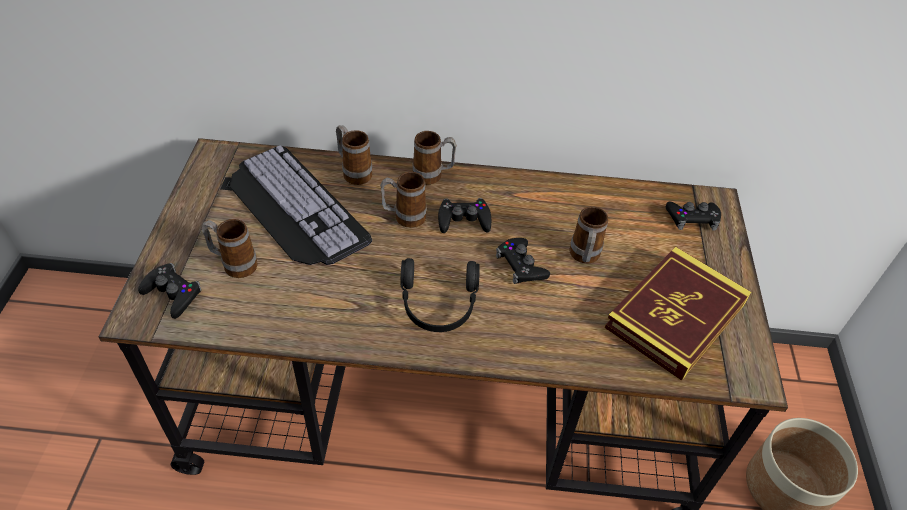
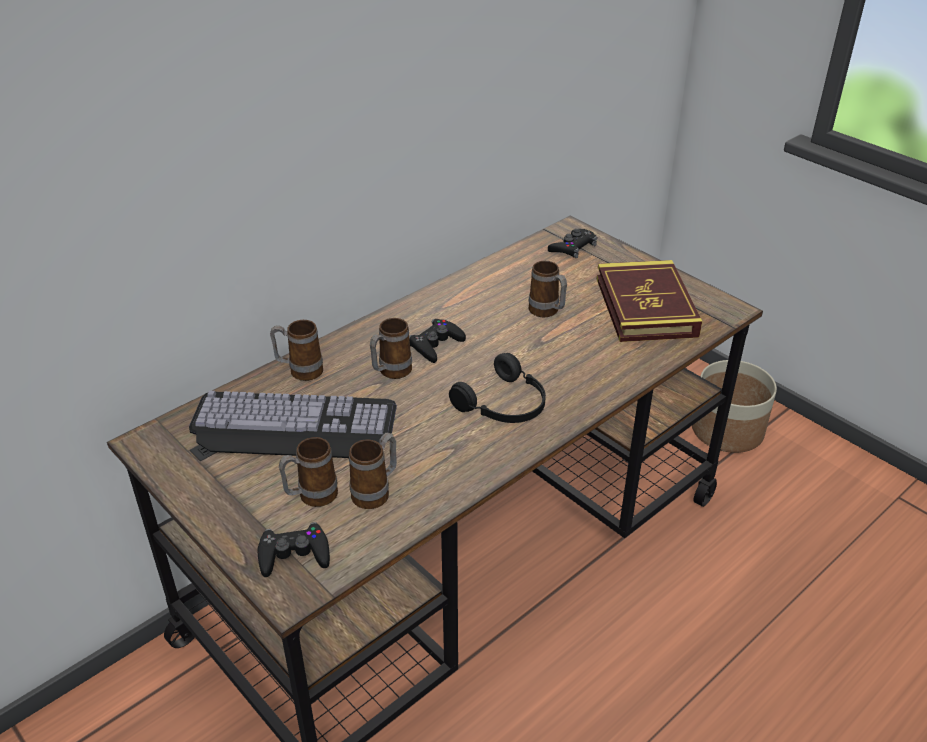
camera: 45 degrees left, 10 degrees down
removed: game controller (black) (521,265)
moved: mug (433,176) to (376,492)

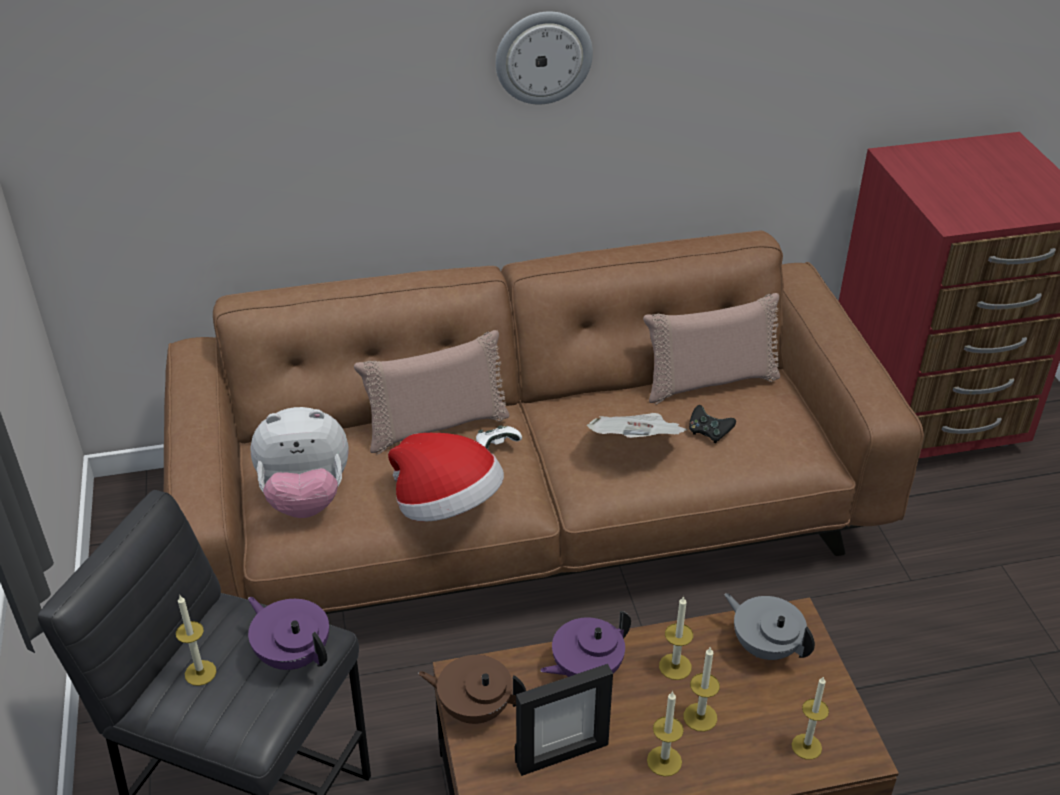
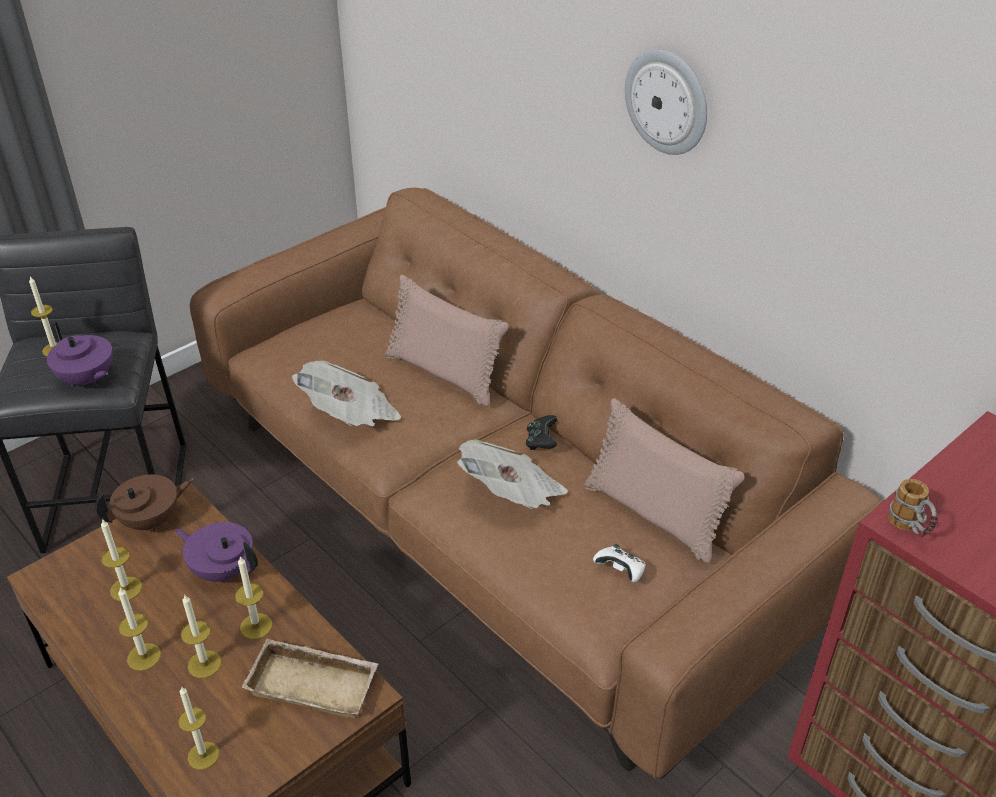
camera: 60 degrees right, 0 degrees up
removed: plush toy (305,498)
added: mug (910,530)
moved: game controller (black) (708,432) to (541,442); game controller (white) (497,446) to (621,571)
replaced: picture frame (562,753) to candle (126,589); teapot (grey) (765,646) to tray (beige) (315,682); hat (447,506) to newspaper (350,415)
turned: teapot (purple) (293,654) = (87,380) 120 degrees clockwise; teapot (brown) (474,708) = (151,521) 75 degrees clockwise

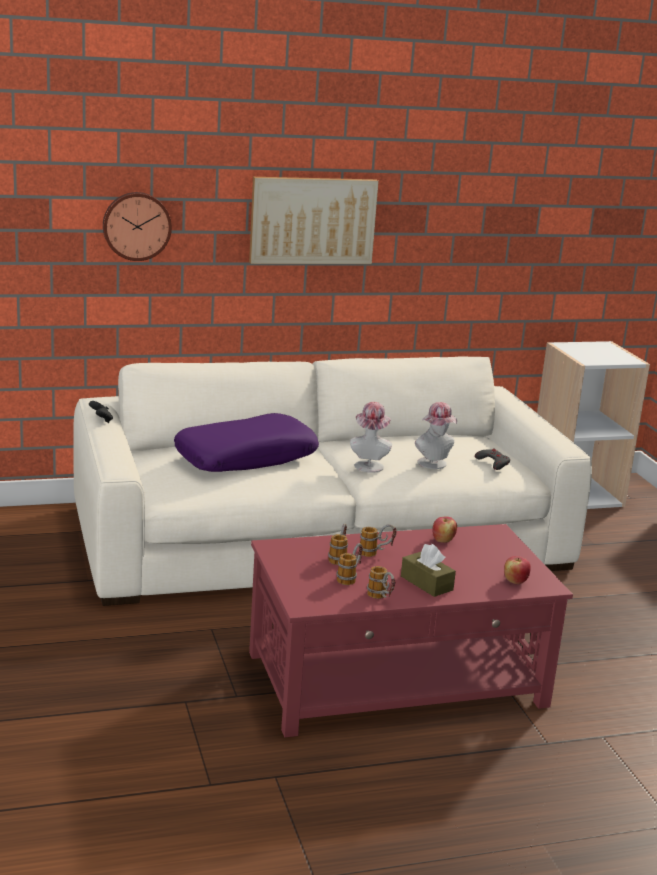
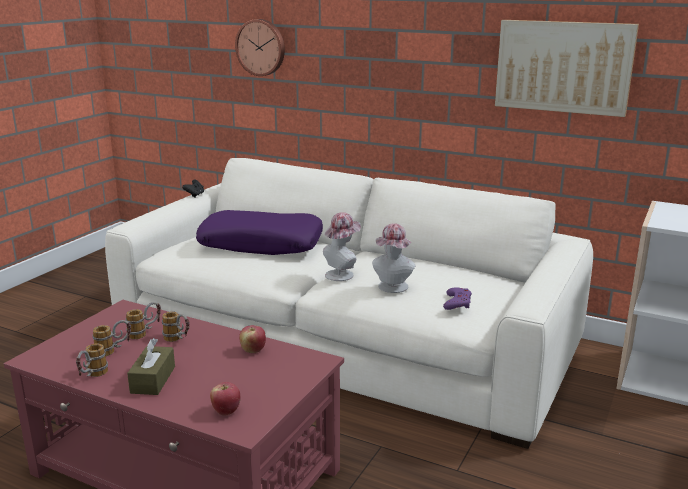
camera: 45 degrees right, 0 degrees up
moved: picture (312,220) to (563,66)
recoloured: game controller (grey) (493,462) to game controller (purple) (457,302)

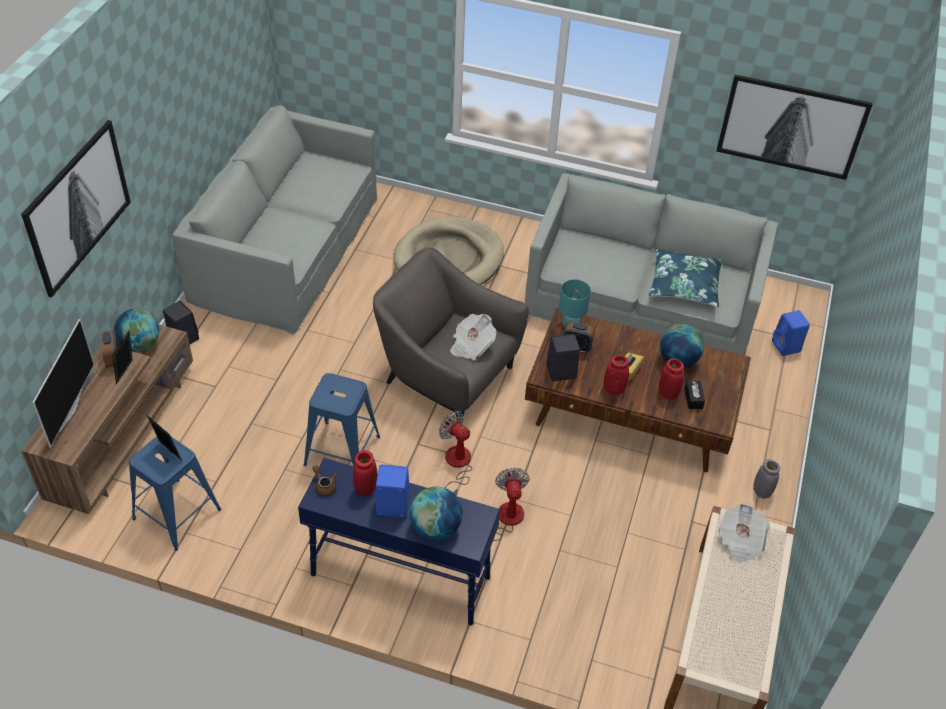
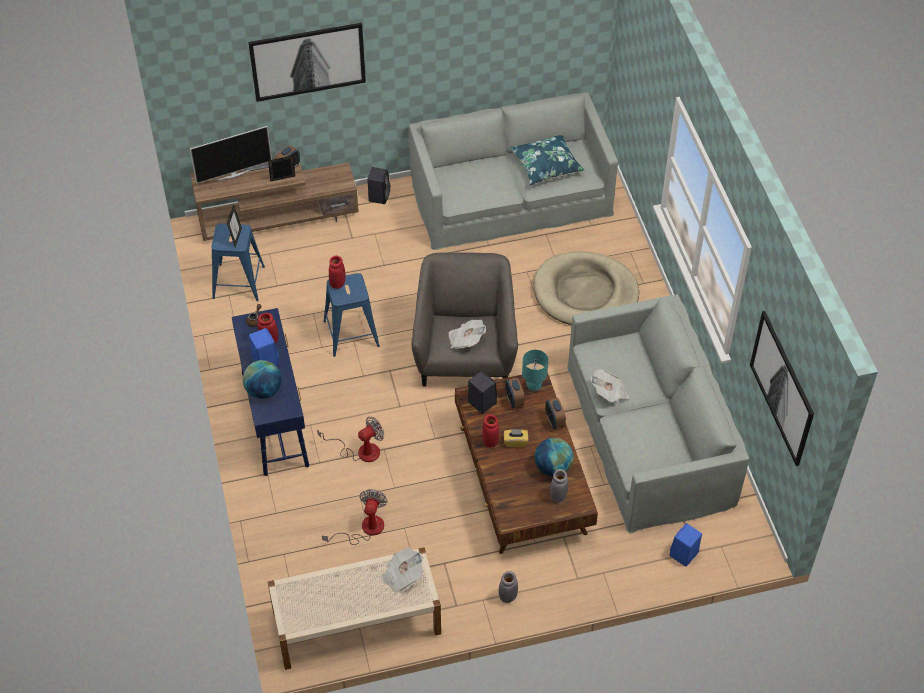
camera: 60 degrees right, 5 degrees up
removed: globe (140,345); tissue box (black) (693,398)
added: alarm clock (554,421); vase (grey) (558,496); newspaper (609,393)
moved: fan (456,465) to (364,529); vase (red) (668,393) to (337,283); pillow (blue) (684,285) to (546,165)

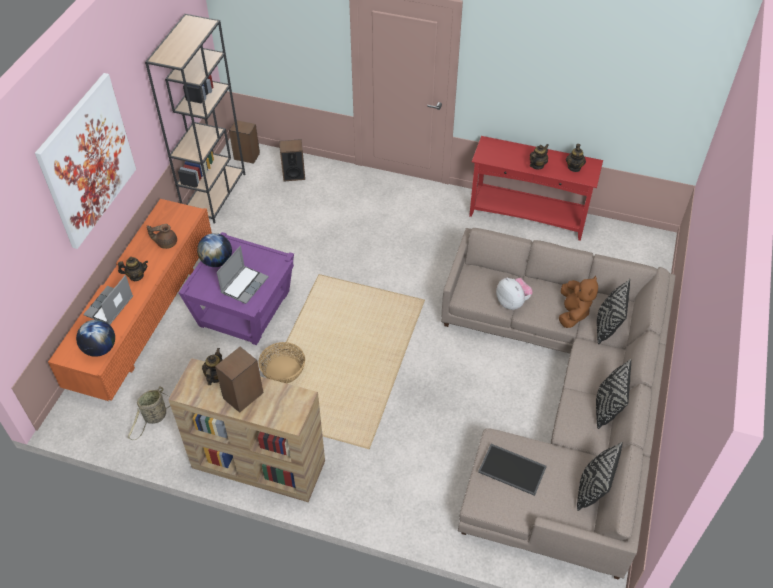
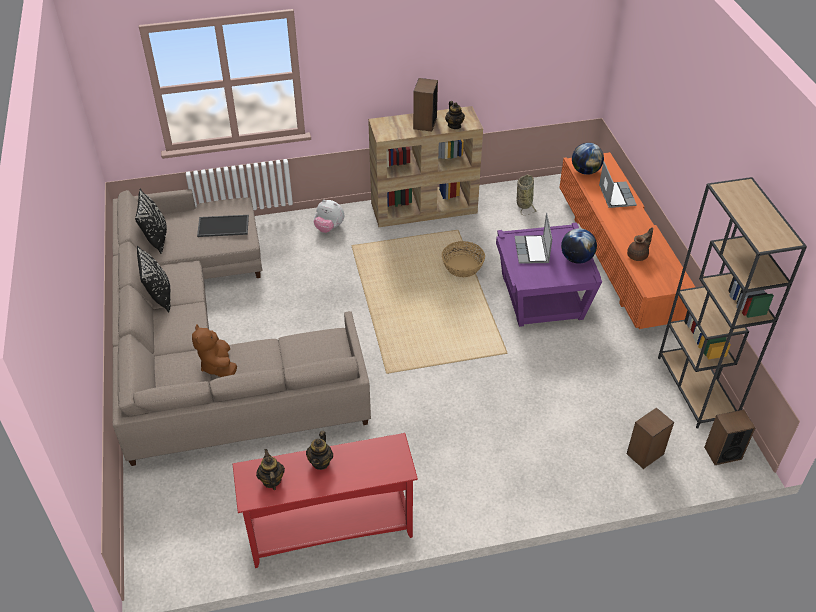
camera: 150 degrees right, 5 degrees down
removed: picture (87,161); teapot (136,276); pillow (black) (607,326)
moved: plush toy (512,302) to (329,228)

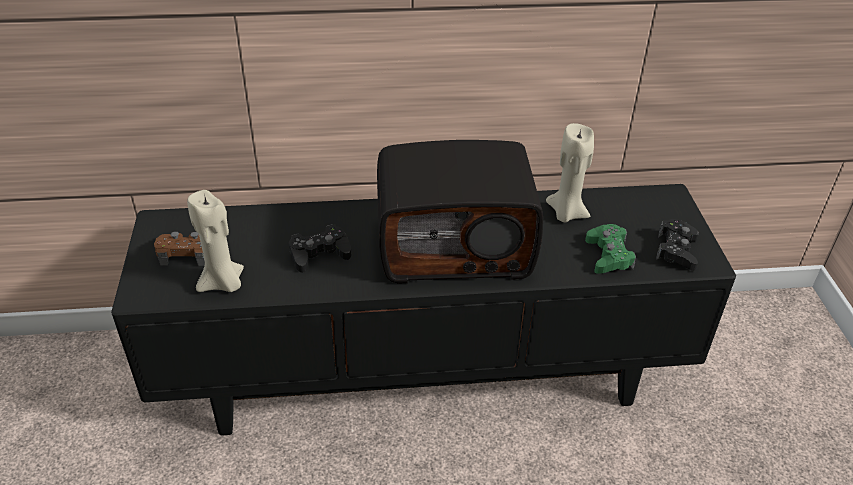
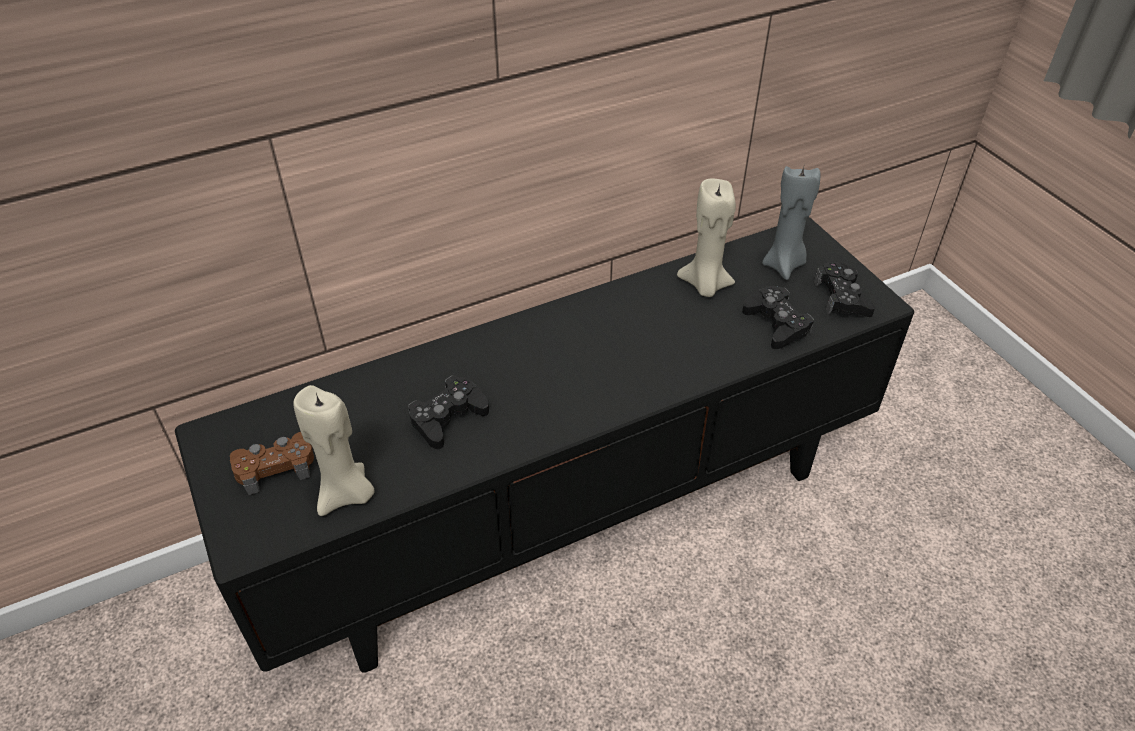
camera: 20 degrees left, 5 degrees up
removed: radio (455,245)
added: candle (grey) (784,265)
recoloured: game controller (green) (608,255) to game controller (black) (776,324)

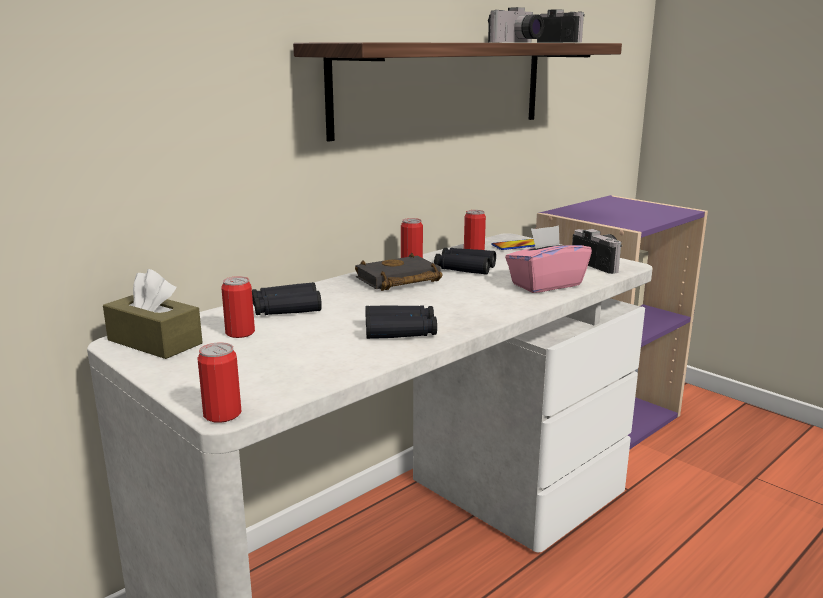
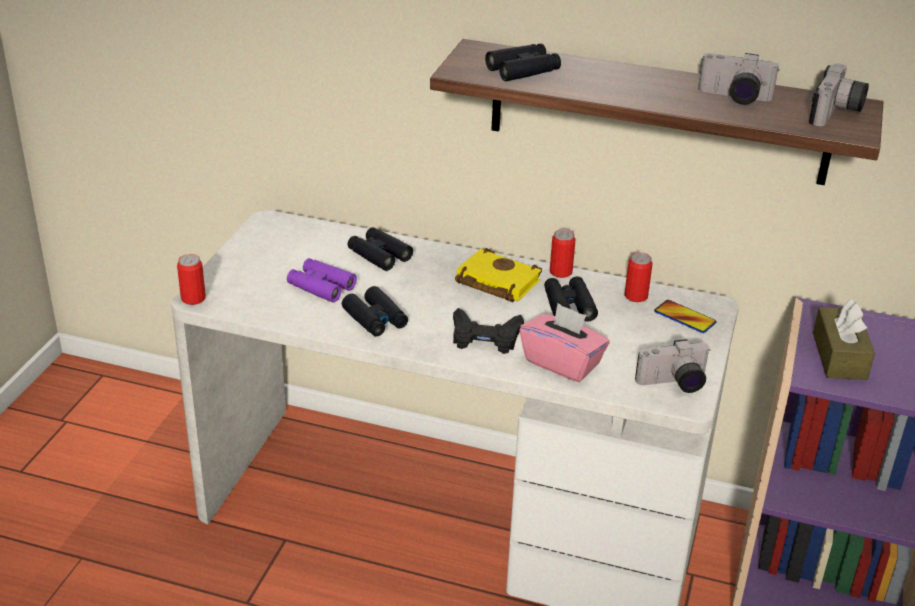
camera: 60 degrees right, 15 degrees up
removed: can (240,333)
added: binoculars (purple) (321,286); game controller (black) (485,337); binoculars (black) (523,70)
moved: tissue box (brown) (155,342) to (839,356)
recoloured: book (black) (397,280) to book (yellow) (494,282)
turned: photo camera (601,263) = (674,384) 45 degrees clockwise

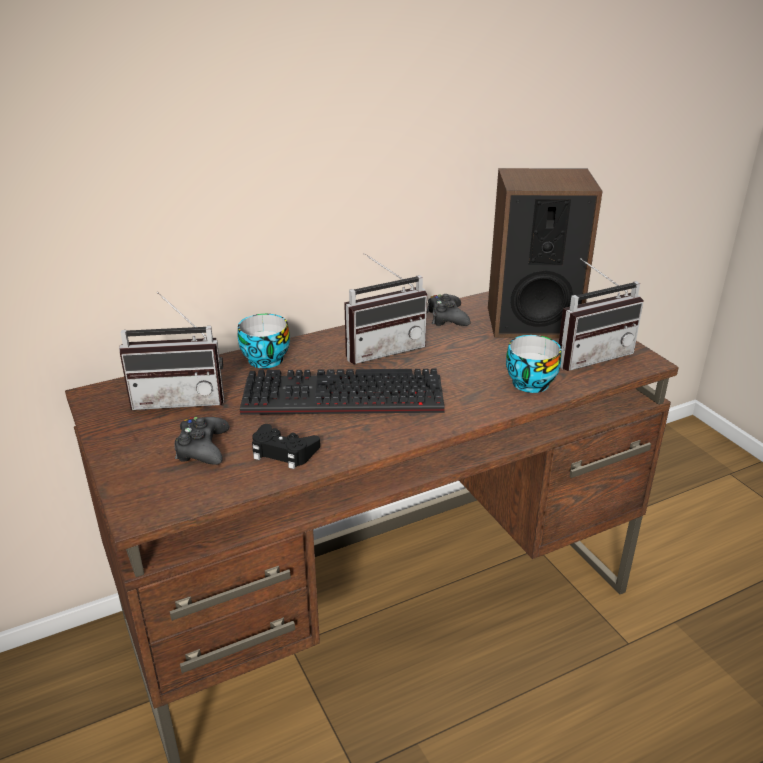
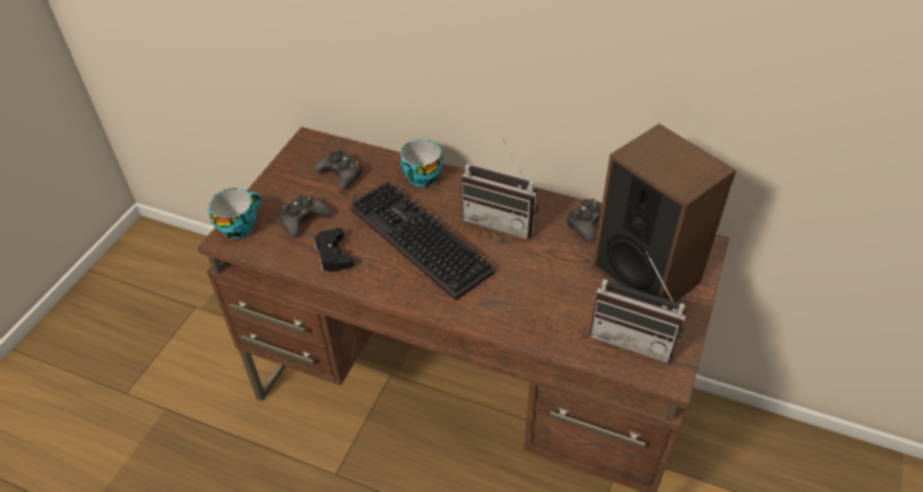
camera: 50 degrees right, 15 degrees up
moved: cup (528,381) to (239,226)
replaced: radio (180,398) to game controller (black) (341,174)

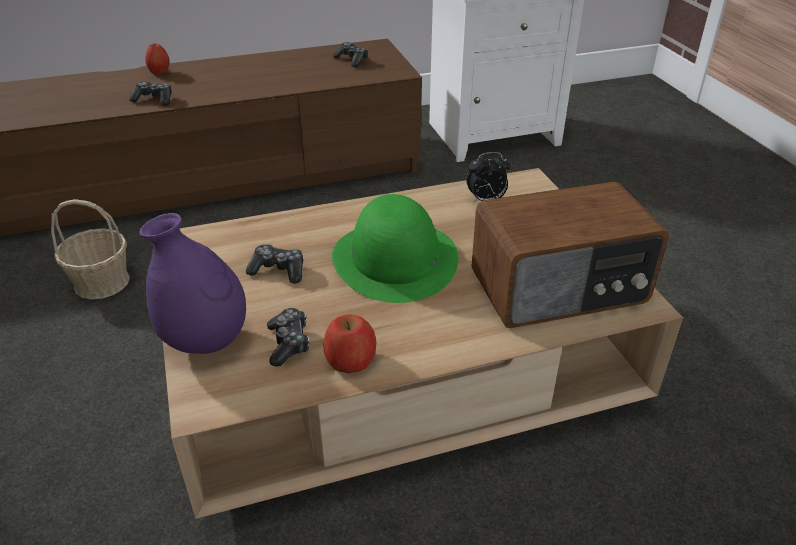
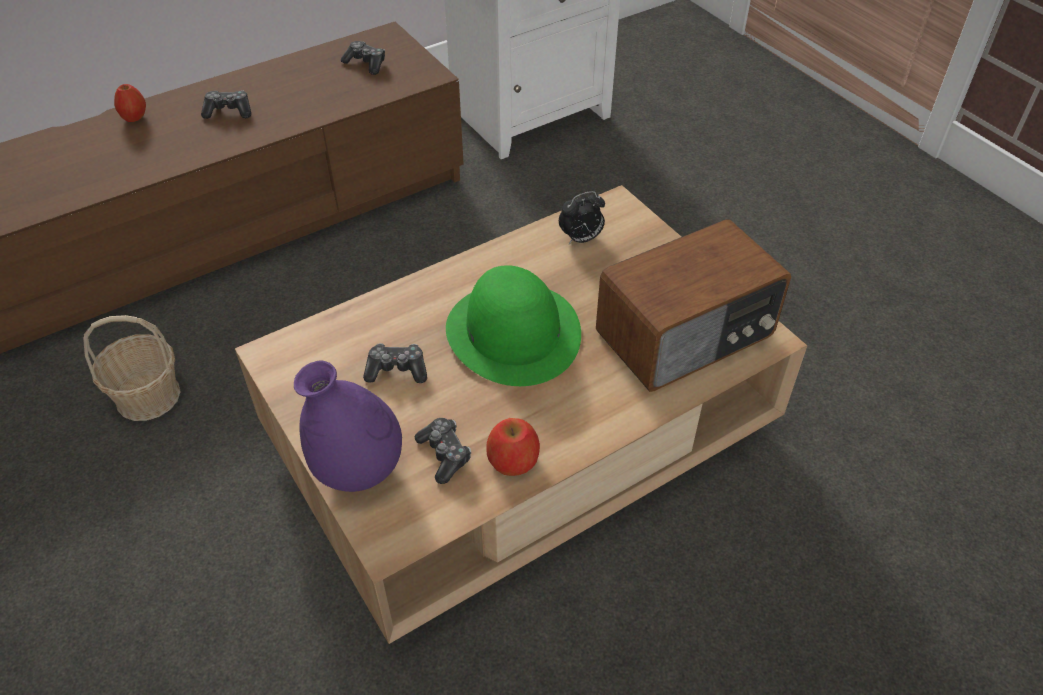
camera: 15 degrees left, 10 degrees up
moved: game controller (154,99) to (228,111)

